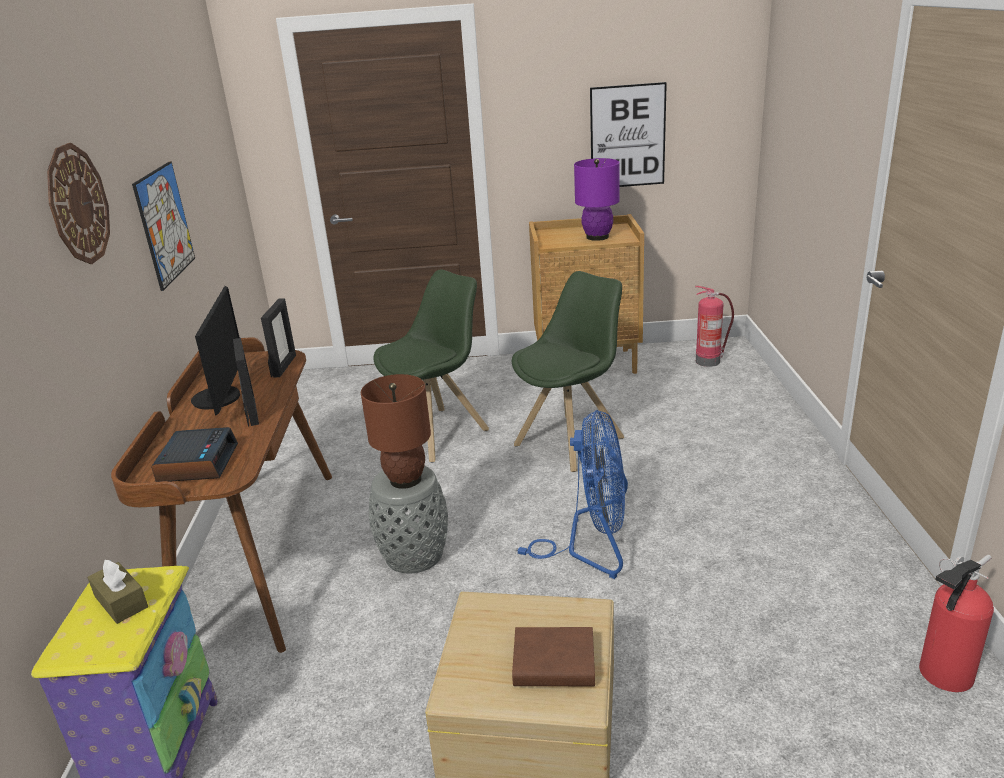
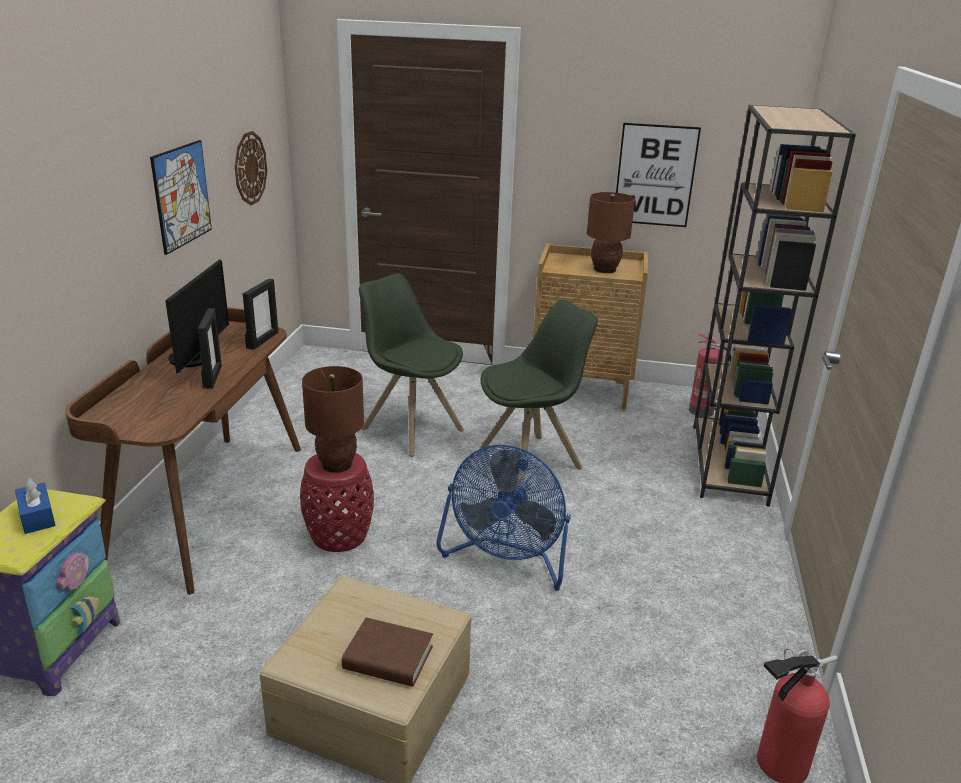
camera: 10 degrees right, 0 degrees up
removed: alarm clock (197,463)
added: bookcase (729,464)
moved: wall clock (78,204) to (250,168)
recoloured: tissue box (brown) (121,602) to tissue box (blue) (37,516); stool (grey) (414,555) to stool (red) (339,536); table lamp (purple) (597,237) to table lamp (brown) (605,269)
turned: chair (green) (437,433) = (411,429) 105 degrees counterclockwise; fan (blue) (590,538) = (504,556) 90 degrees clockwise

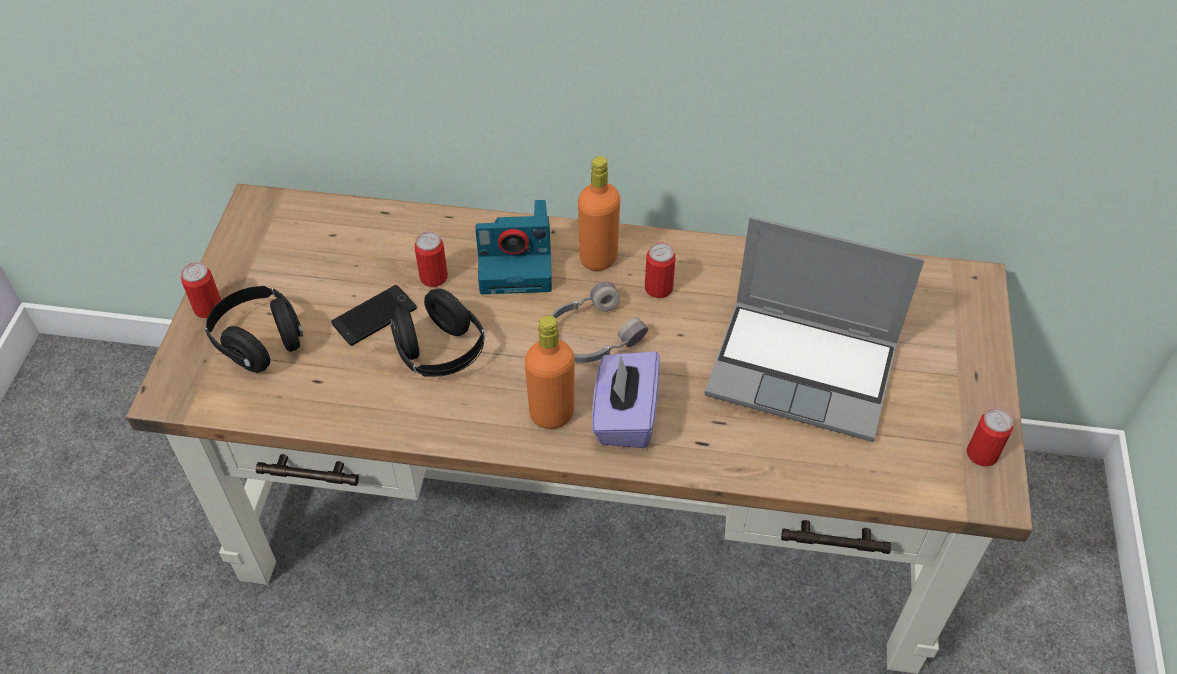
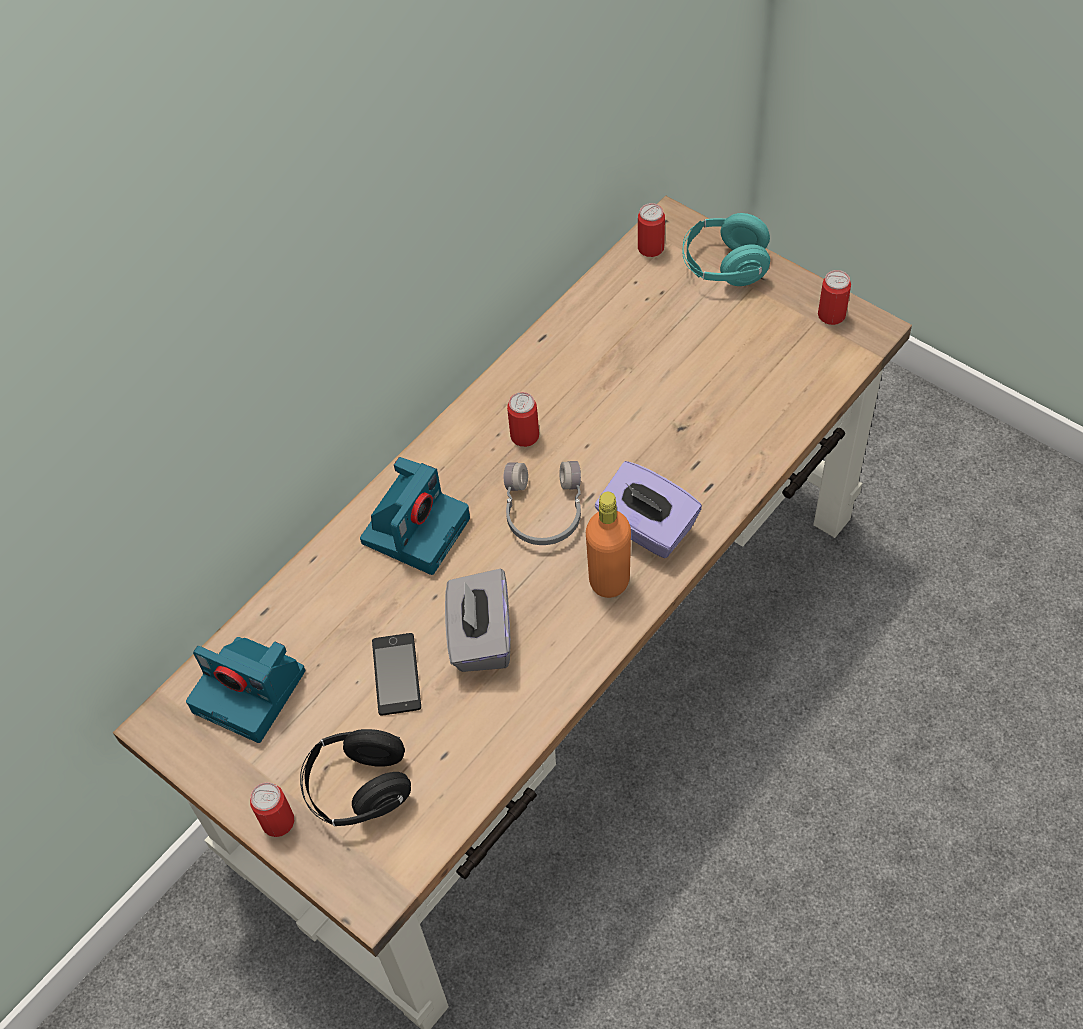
camera: 55 degrees left, 5 degrees up
removed: bottle (orange) (598,258); laptop (804,370)
added: photo camera (252,691); headphones (turquoise) (724,266)
moved: can (433,277) to (650,248)
replaced: headphones (black) (440,352) to tissue box (grey) (480,637)

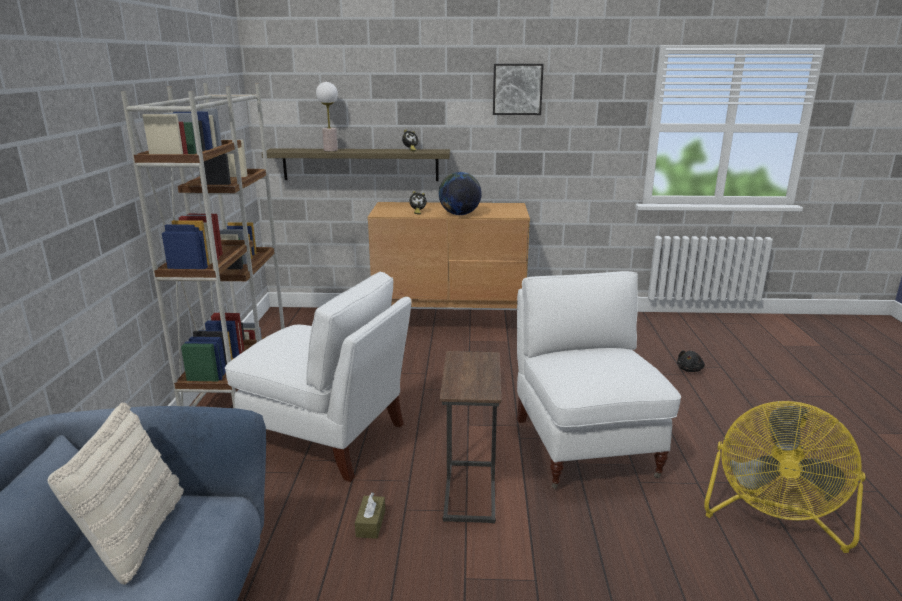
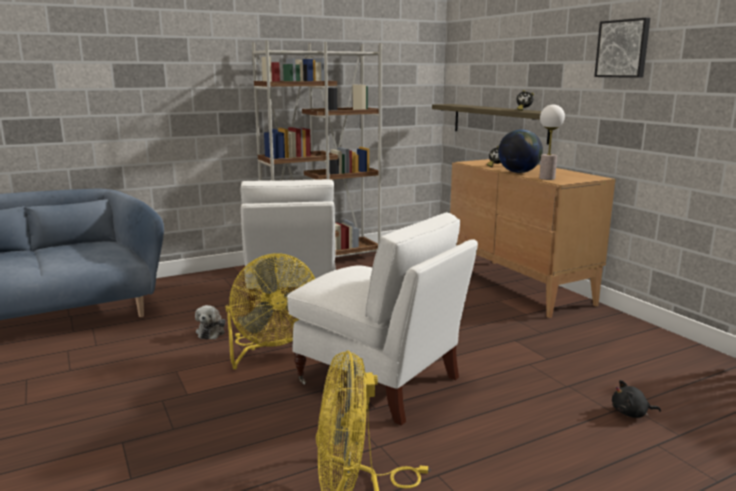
camera: 60 degrees right, 5 degrees down
removed: pillow (beige) (135,538)
moved: table lamp (330,150) to (547,178)
replaced: tissue box (brown) (370,523) to plush toy (211,332); side table (brown) (469,491) to fan (yellow) (271,351)
turned: armchair (white) (584,446) = (379,381) 75 degrees clockwise

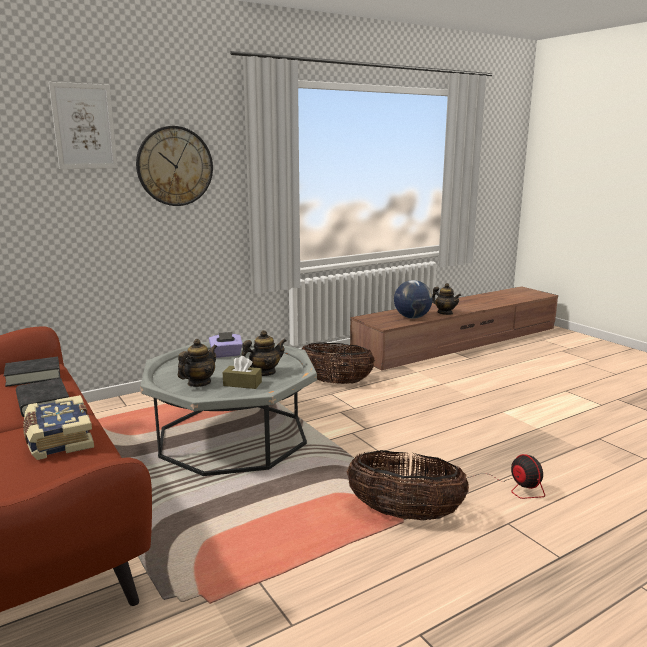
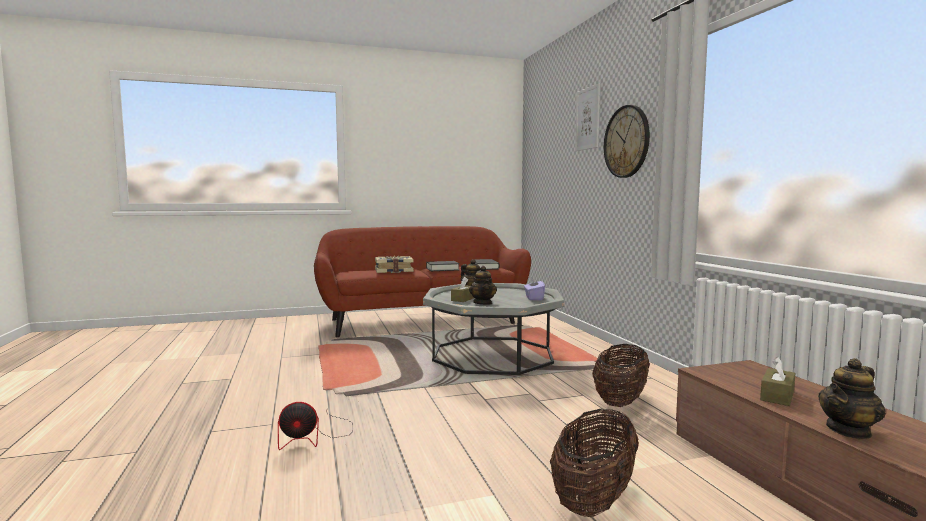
camera: 105 degrees right, 10 degrees down
moved: basket (404,514) to (594,499)
replaced: globe (412,317) to tissue box (brown) (777,396)

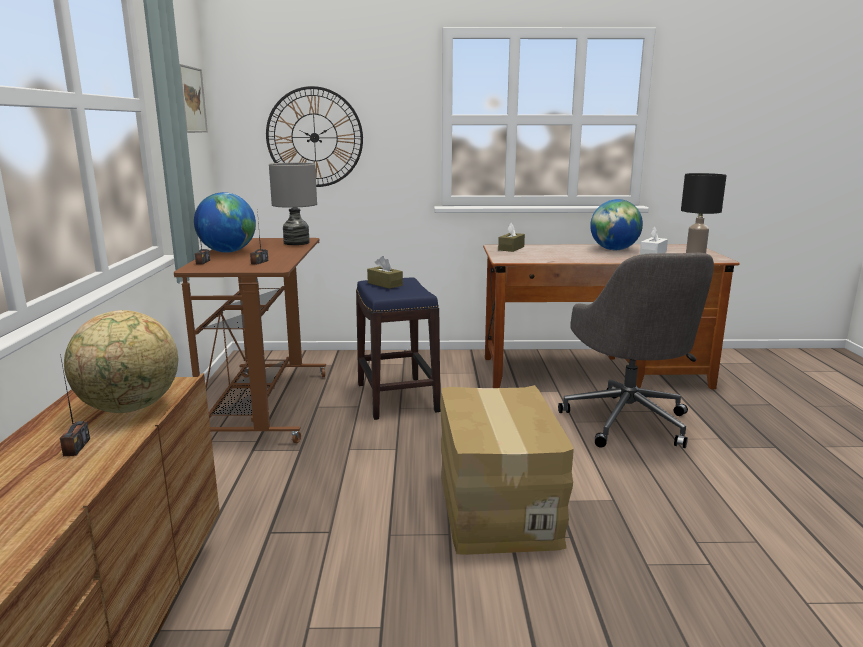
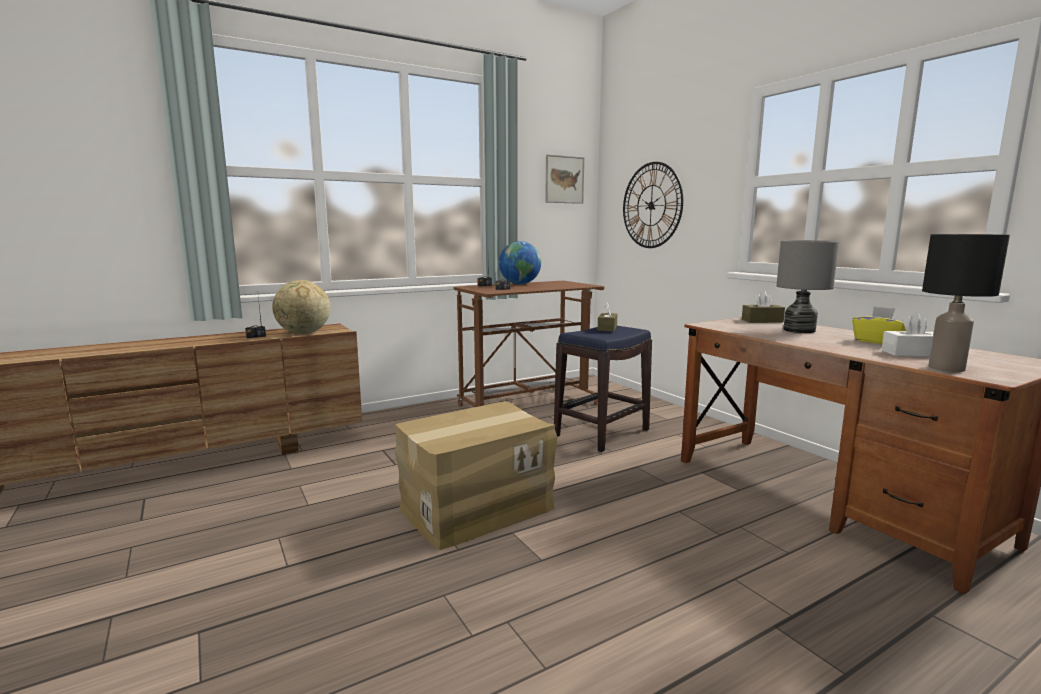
camera: 60 degrees right, 5 degrees down
removed: office chair (grey) (627,422)
moved: table lamp (grey) (296,243) to (799,330)
replaced: globe (614,250) to tissue box (yellow) (878,342)

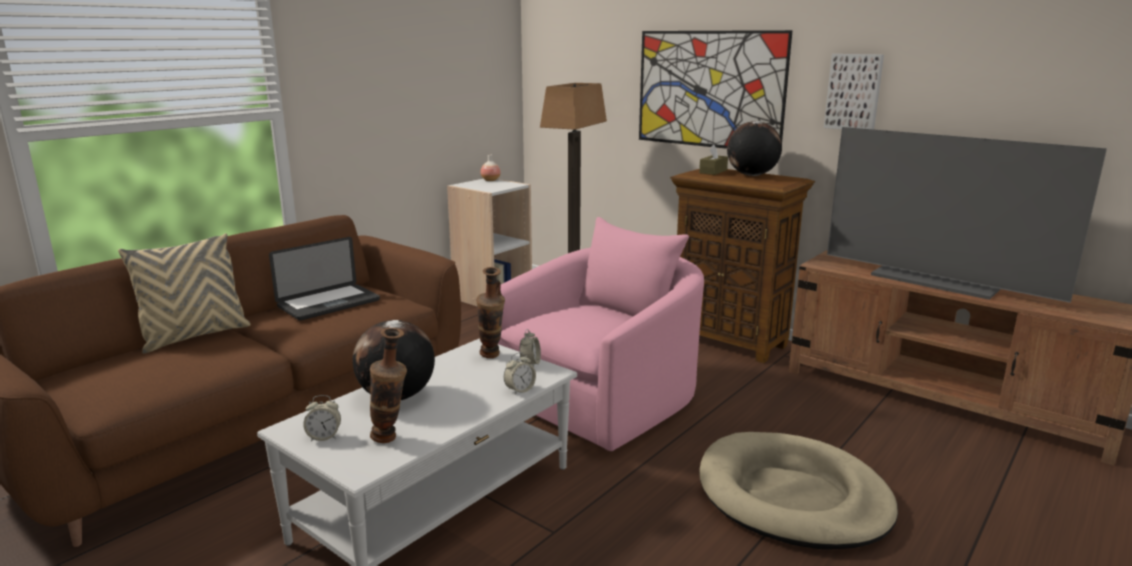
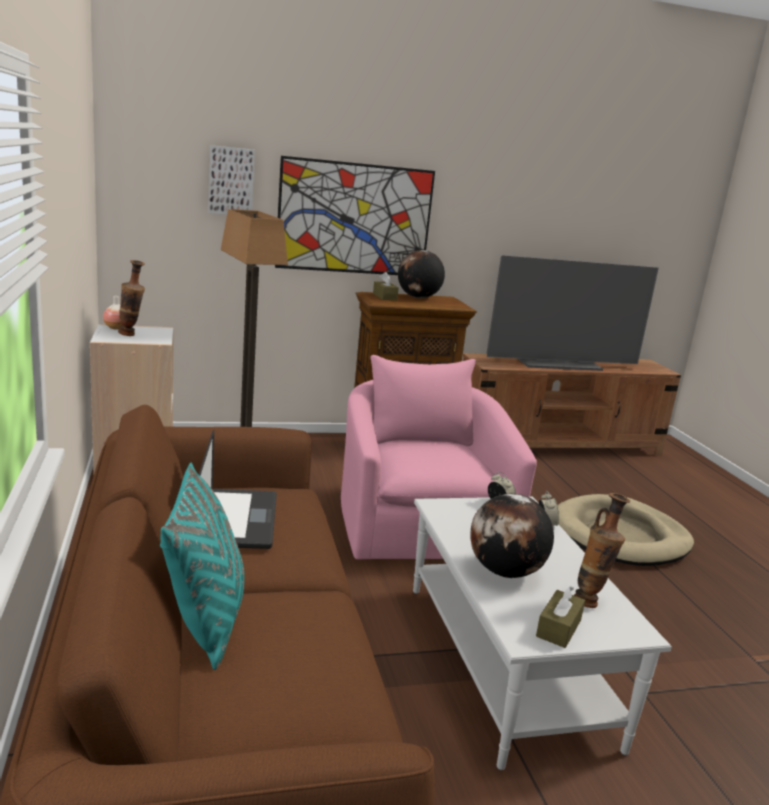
camera: 55 degrees left, 0 degrees up
moved: vase (491,357) to (131,335); picture (854,92) to (231,181)
replaced: alarm clock (324,437) to tissue box (brown) (558,628)
recoloured: pillow (beige) (195,336) to pillow (turquoise) (205,621)

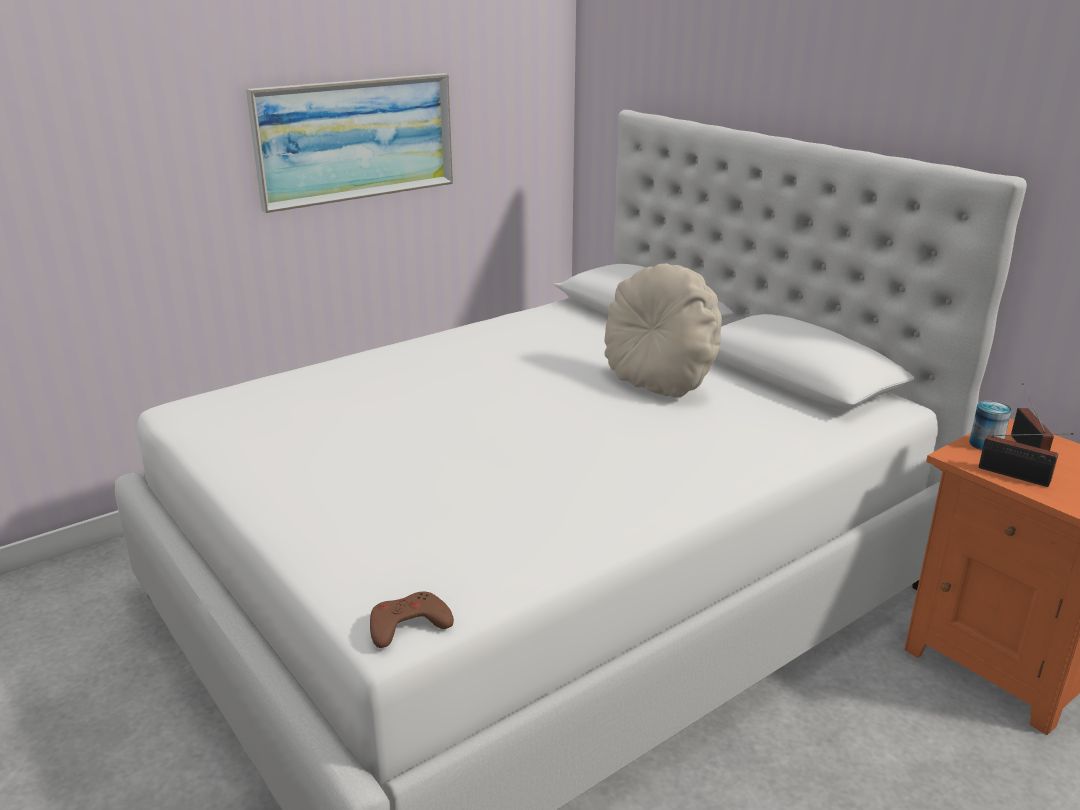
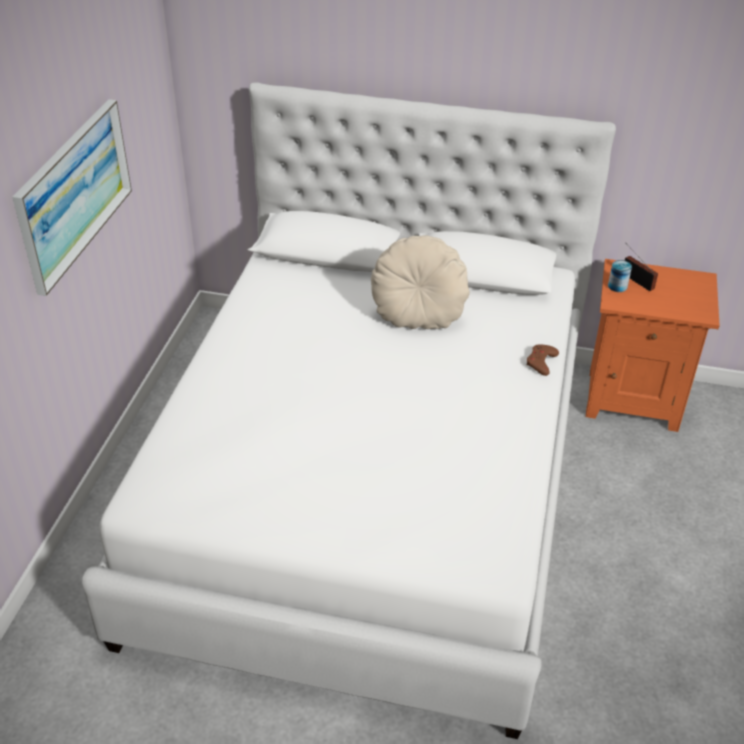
camera: 40 degrees left, 15 degrees up
removed: radio (1017,476)
moved: game controller (brown) (408,625) to (541,362)

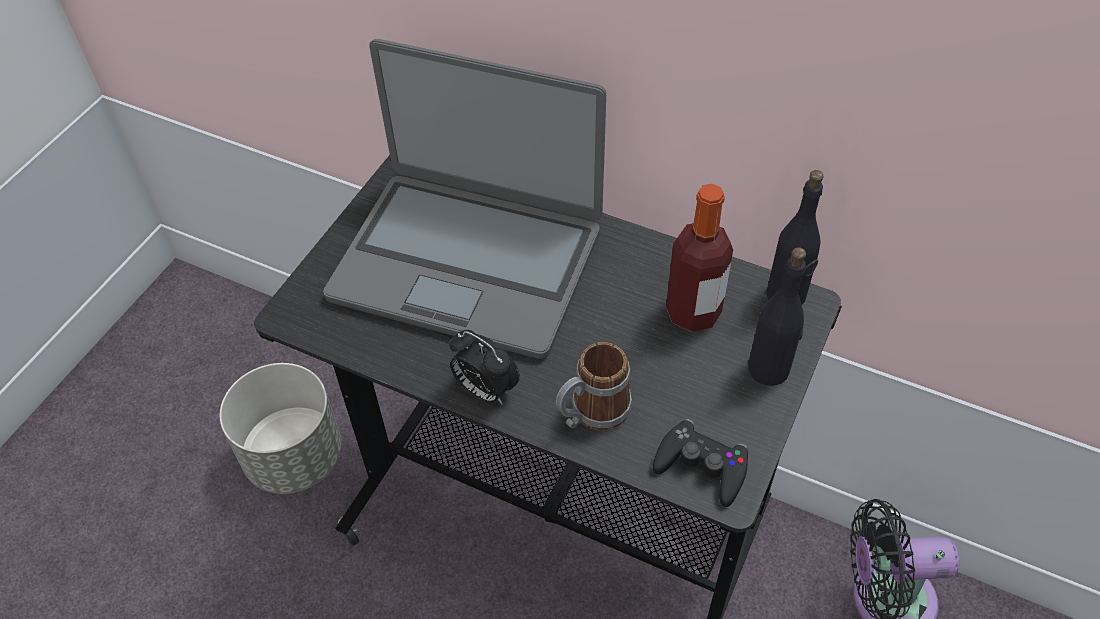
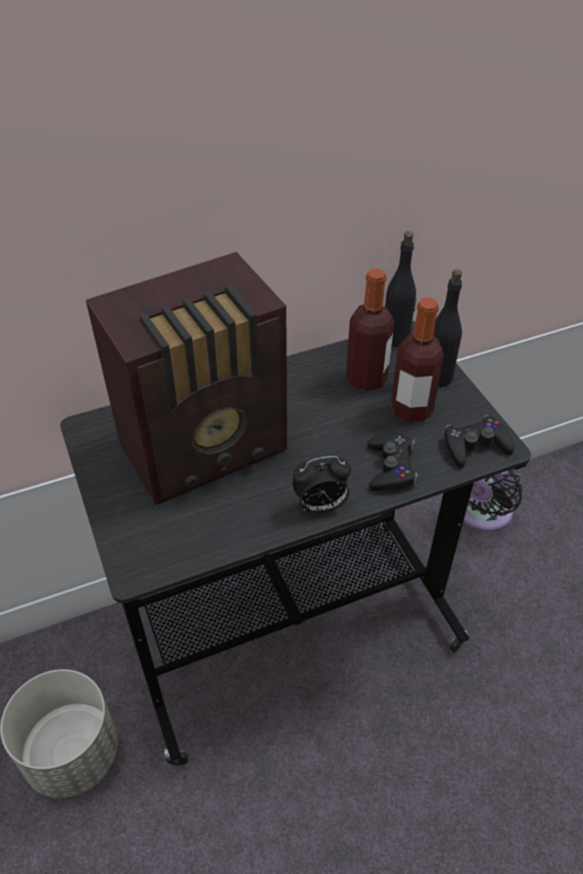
camera: 50 degrees left, 5 degrees down
added: bottle (411,410)
replaced: laptop (468,262) to radio (208,449); mug (591,413) to game controller (black) (391,468)

